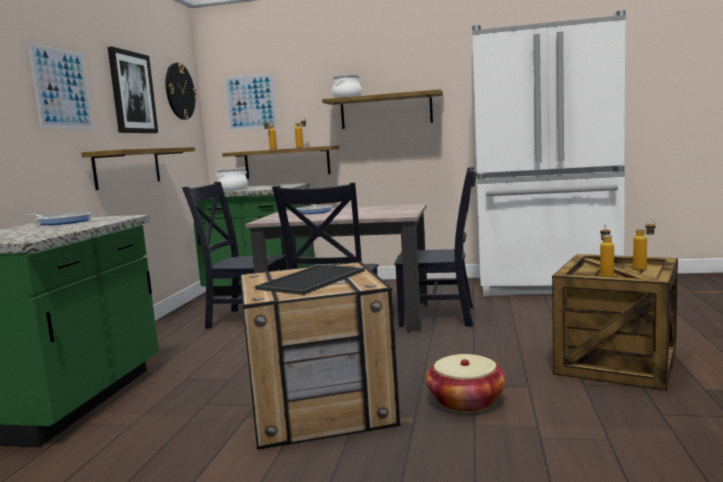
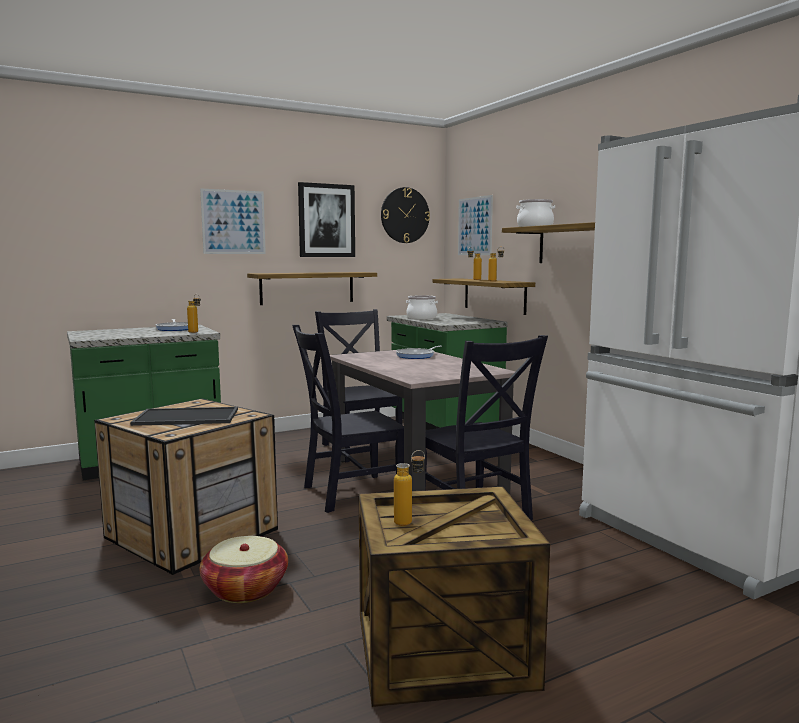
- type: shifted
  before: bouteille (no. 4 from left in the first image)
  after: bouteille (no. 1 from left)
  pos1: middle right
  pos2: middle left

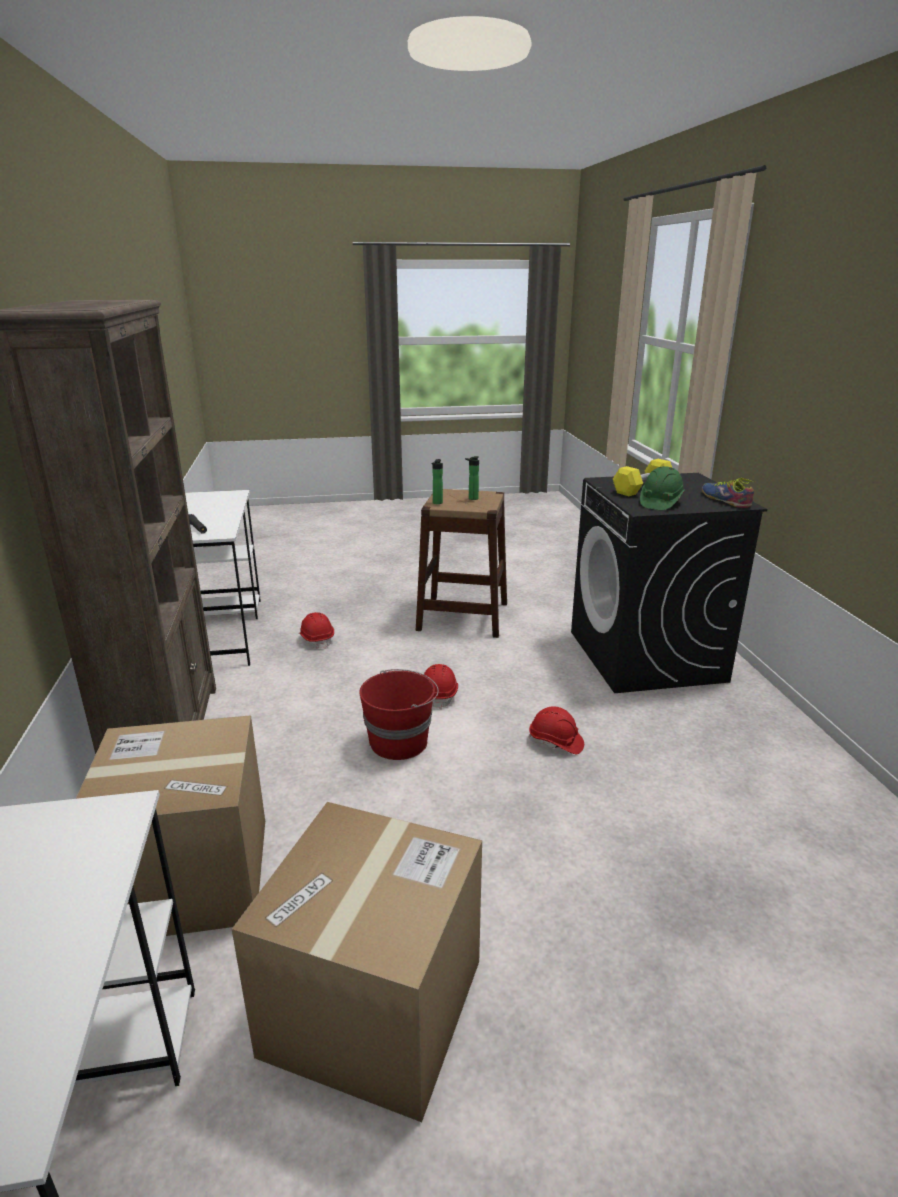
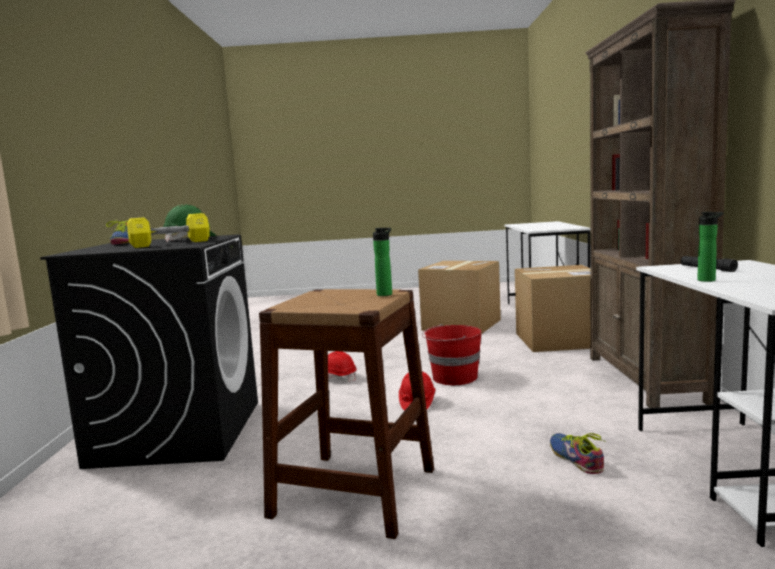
- type: swapped
  before: casque de chantier [rouge] (no. 1 from left)
  after: chaussure (no. 2 from left)
  pos1: centre
  pos2: bottom right
- type: shifted
  before: bouteille (no. 2 from left)
  pos1: centre
  pos2: middle right

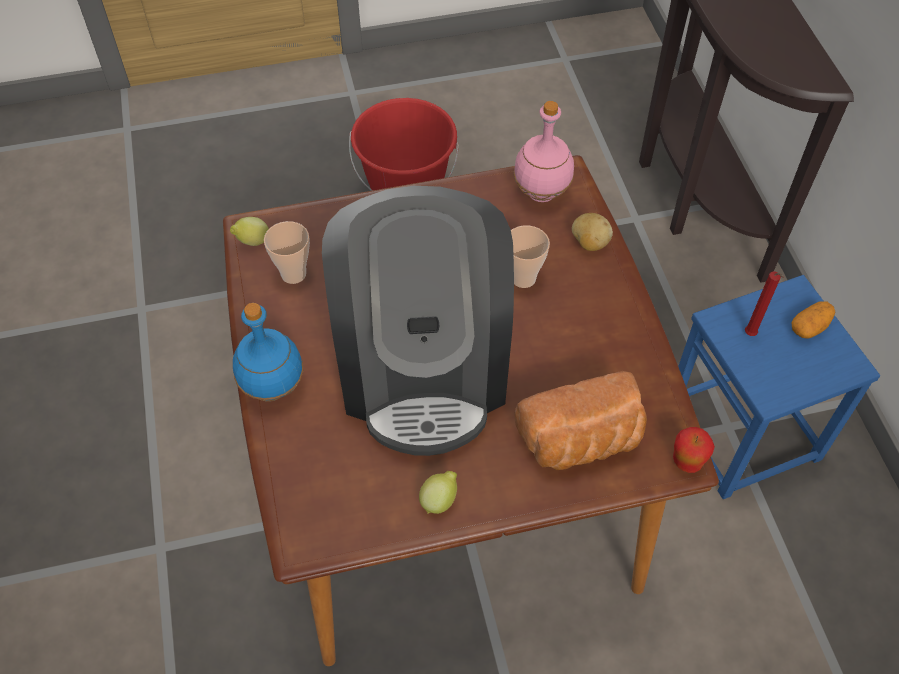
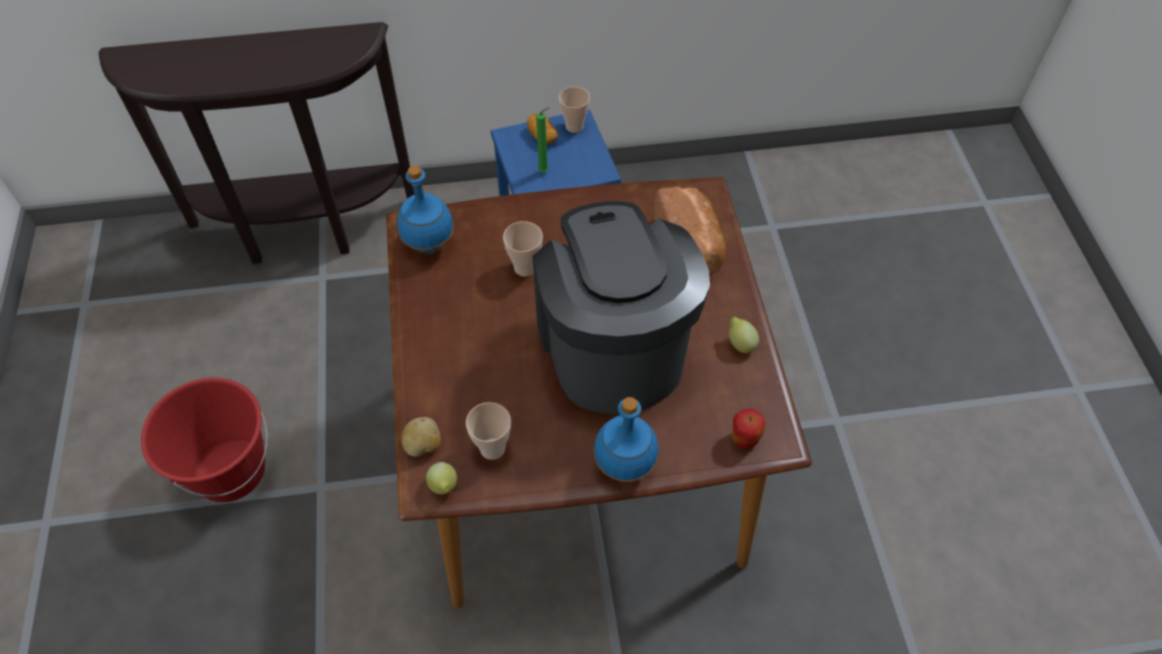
- type: rotated
  before: machine à café
  pos1: centre
  pos2: centre
  turn: -105
- type: repainted
  before: bouteille [rose]
  after: bouteille [bleu] (no. 1 from left)
  pos1: top centre
  pos2: top centre
- type: shifted
  before: pomme de terre (no. 1 from left)
  pos1: centre
  pos2: bottom centre
- type: shifted
  before: pomme
  pos1: bottom right
  pos2: centre
- type: repainted
  before: bougie [rouge]
  after: bougie [vert]
  pos1: middle right
  pos2: top centre
- type: new
  after: tasse (no. 3 from left)
  pos2: top centre

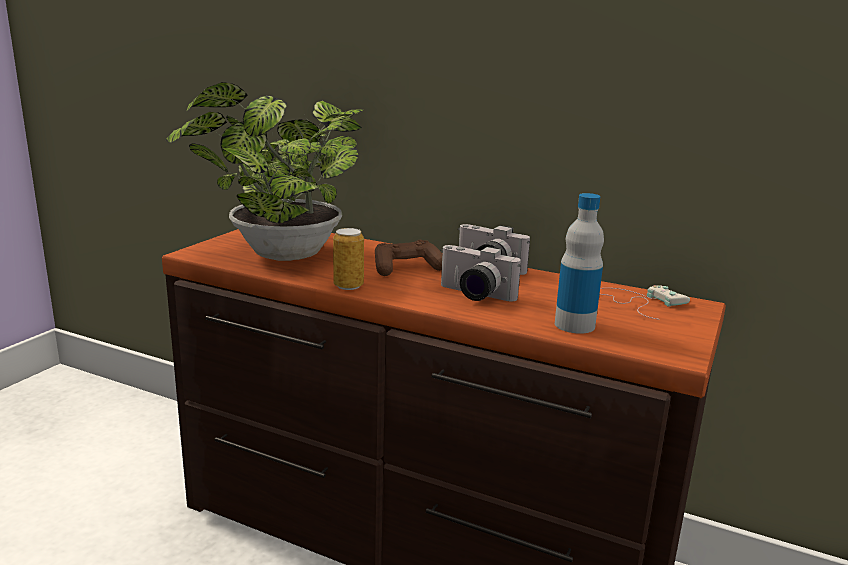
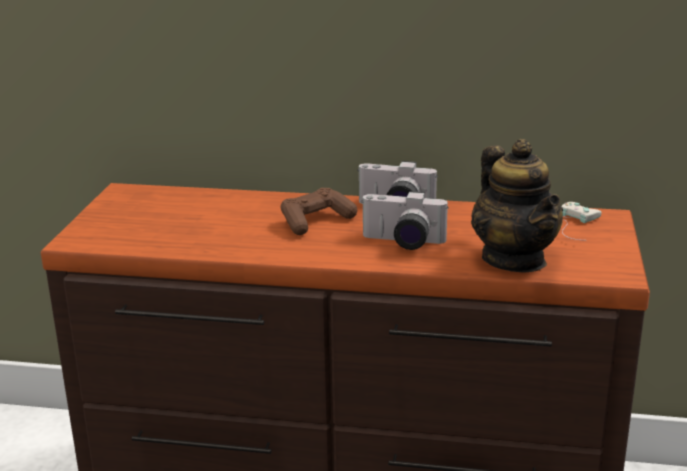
- type: gone
  before: plante en pot
  pos1: top left
- type: gone
  before: boîte métallique
  pos1: centre
- type: swapped
  before: bouteille
  after: théière
  pos1: middle right
  pos2: middle right

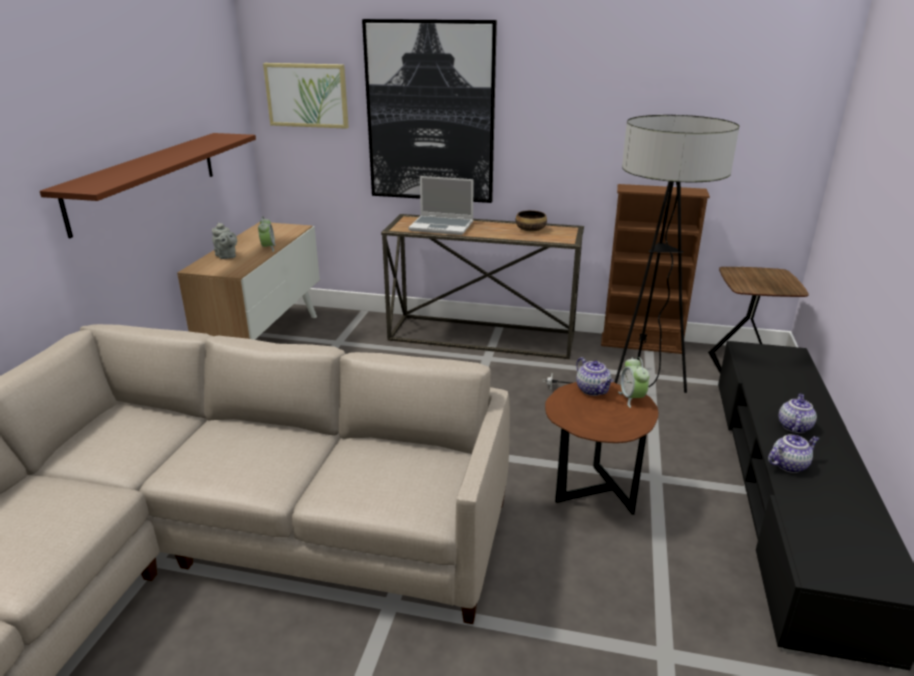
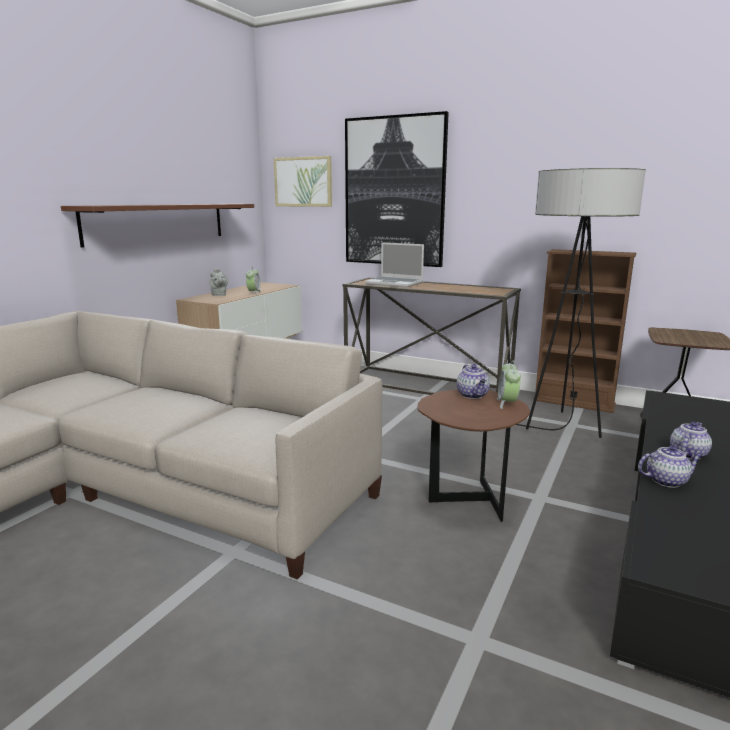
- type: gone
  before: bol
  pos1: top centre

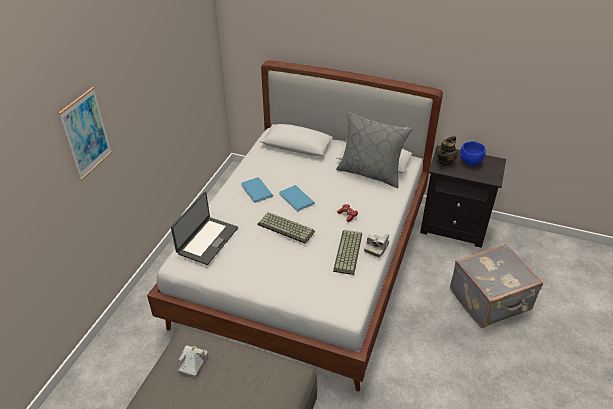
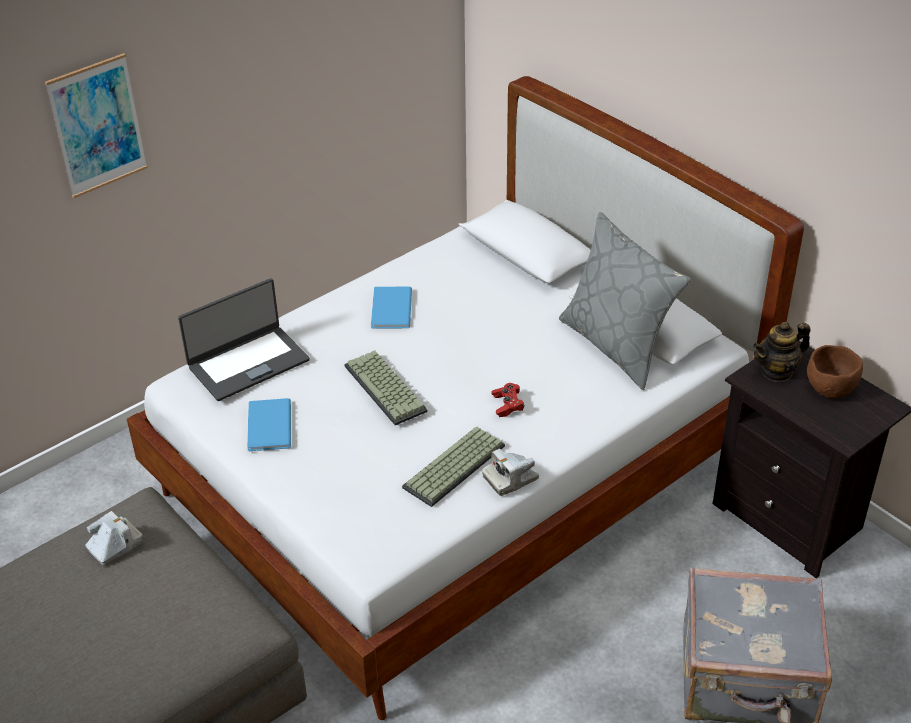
- type: shifted
  before: livre [bleu] (no. 2 from left in the first image)
  after: livre [bleu] (no. 1 from left)
  pos1: centre
  pos2: middle left
- type: repainted
  before: bol [bleu]
  after: bol [marron]
  pos1: middle right
  pos2: middle right

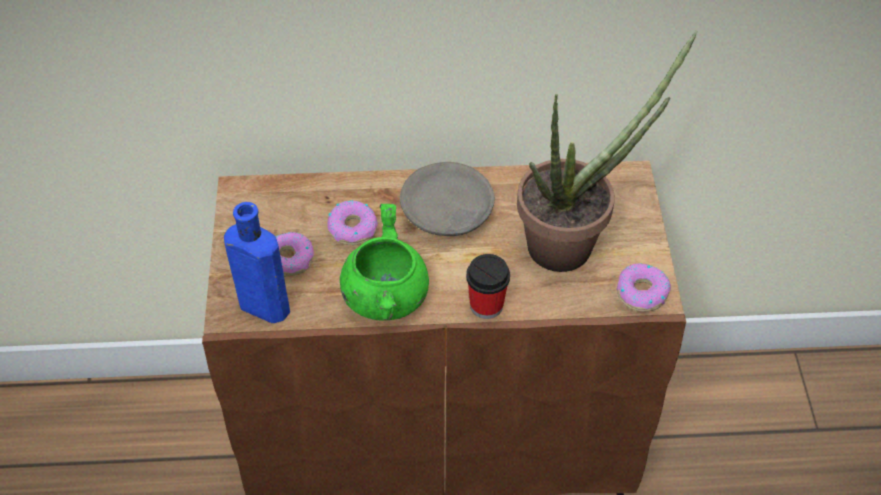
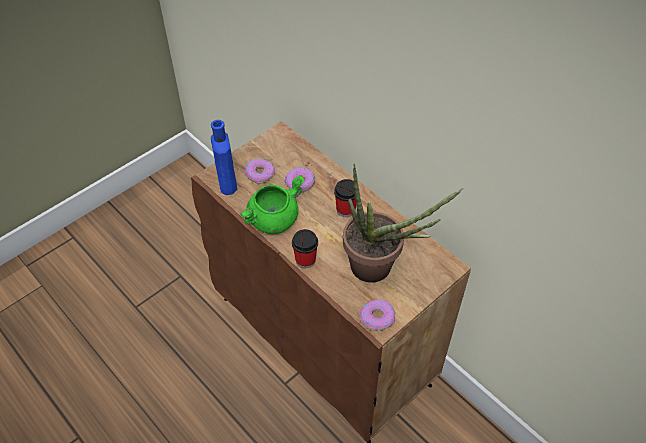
- type: swapped
  before: bol [gris]
  after: tasse (no. 2 from left)
  pos1: centre
  pos2: centre

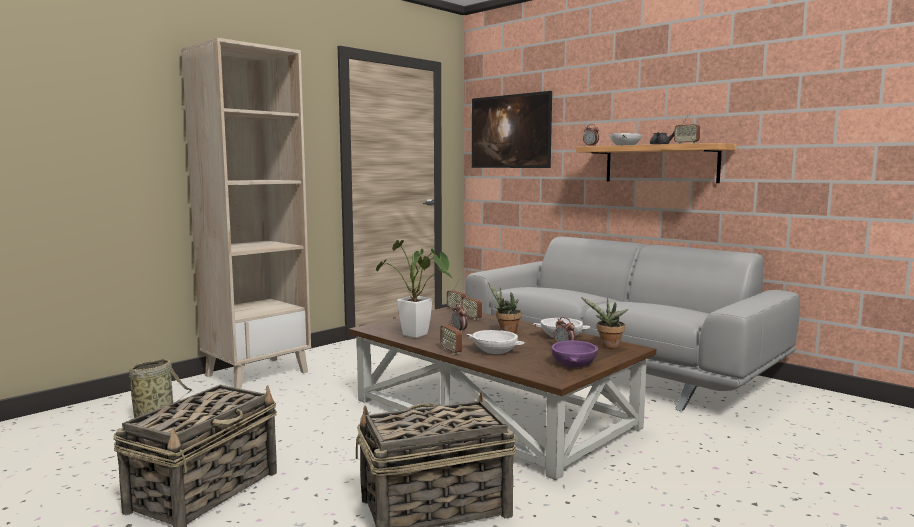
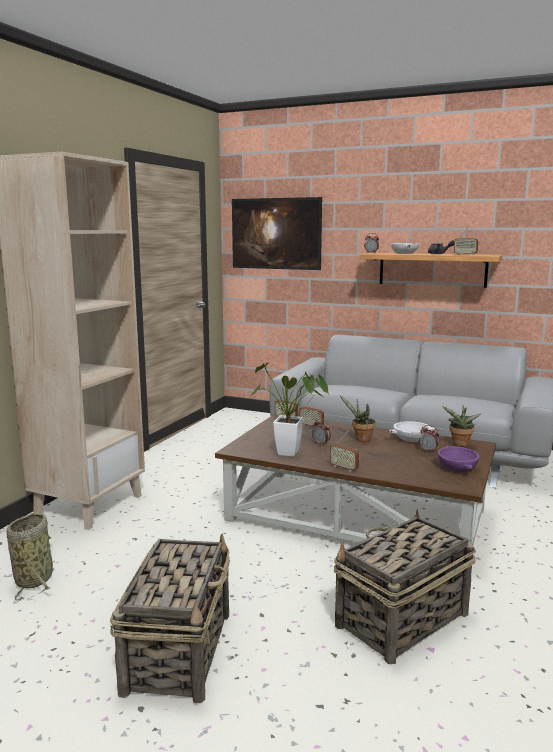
- type: gone
  before: bol [blanc] (no. 1 from left)
  pos1: centre

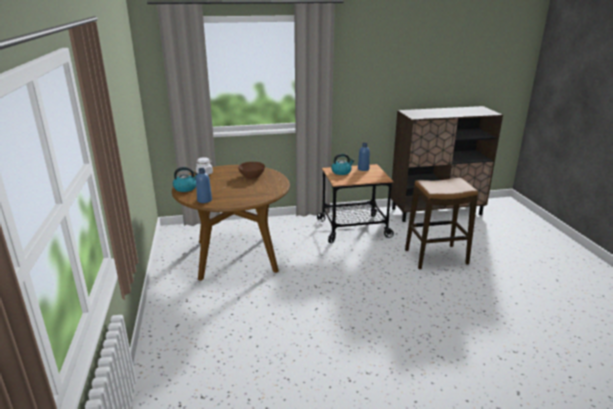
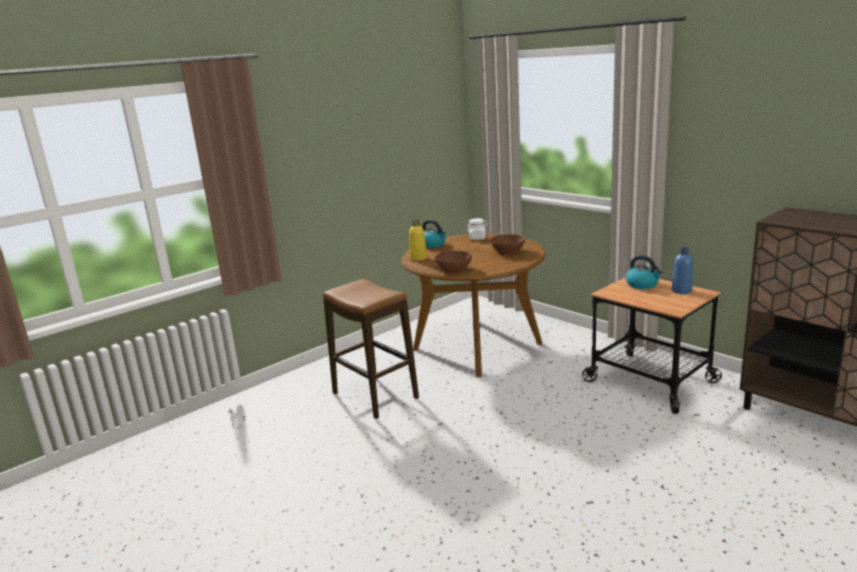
- type: repainted
  before: bouteille [bleu] (no. 1 from left)
  after: bouteille [jaune]
  pos1: middle left
  pos2: centre
- type: shifted
  before: tabouret
  pos1: middle right
  pos2: centre
- type: new
  after: bol [marron] (no. 1 from left)
  pos2: centre

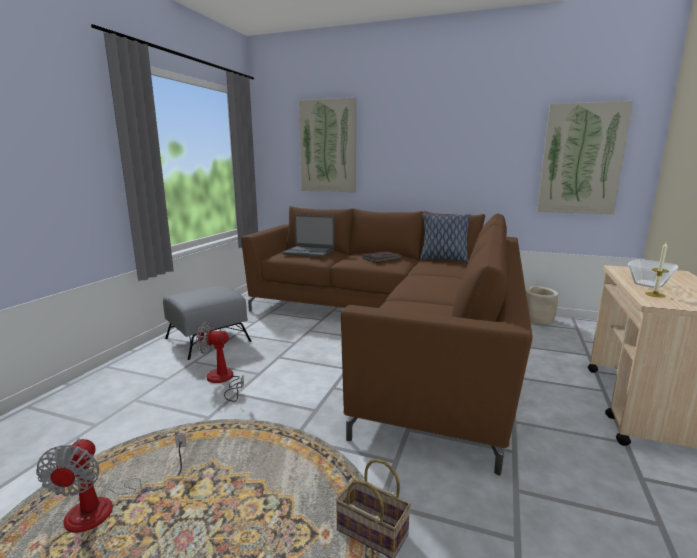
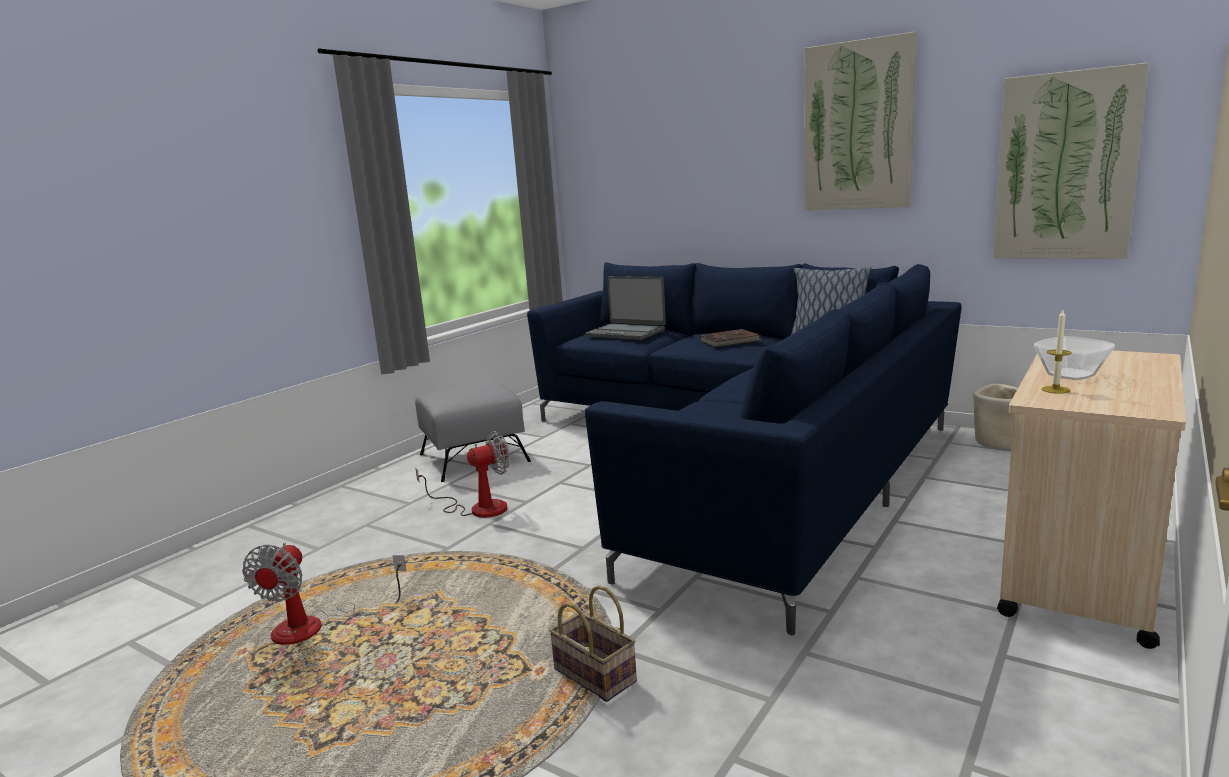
- type: rotated
  before: ventilateur (no. 2 from left)
  pos1: middle left
  pos2: centre
  turn: 135
- type: repainted
  before: canapé [marron]
  after: canapé [bleu]
  pos1: centre
  pos2: centre
- type: shifted
  before: tableau (no. 1 from left)
  pos1: top centre
  pos2: top right

